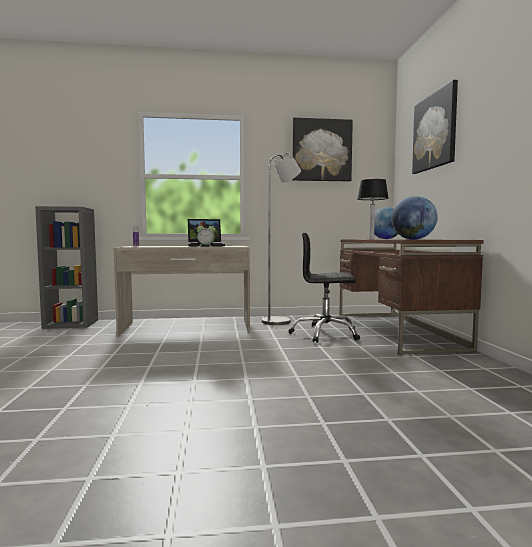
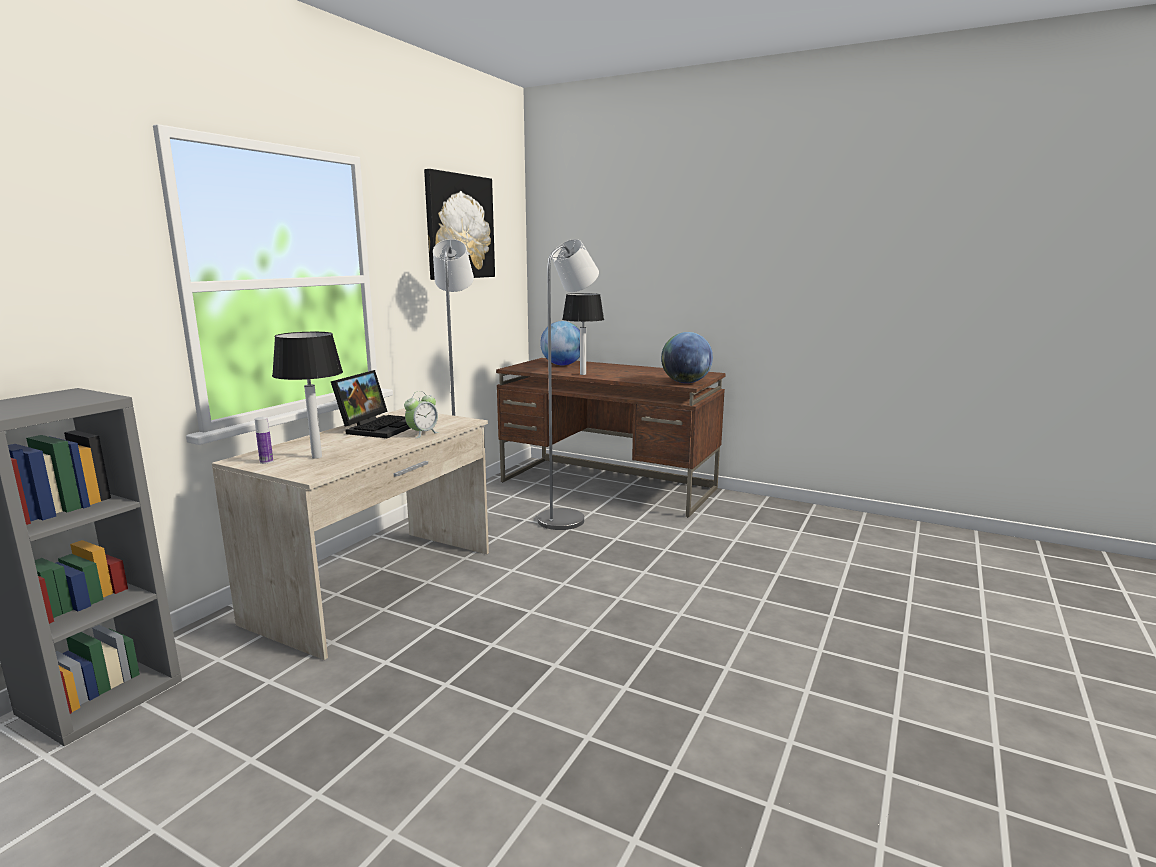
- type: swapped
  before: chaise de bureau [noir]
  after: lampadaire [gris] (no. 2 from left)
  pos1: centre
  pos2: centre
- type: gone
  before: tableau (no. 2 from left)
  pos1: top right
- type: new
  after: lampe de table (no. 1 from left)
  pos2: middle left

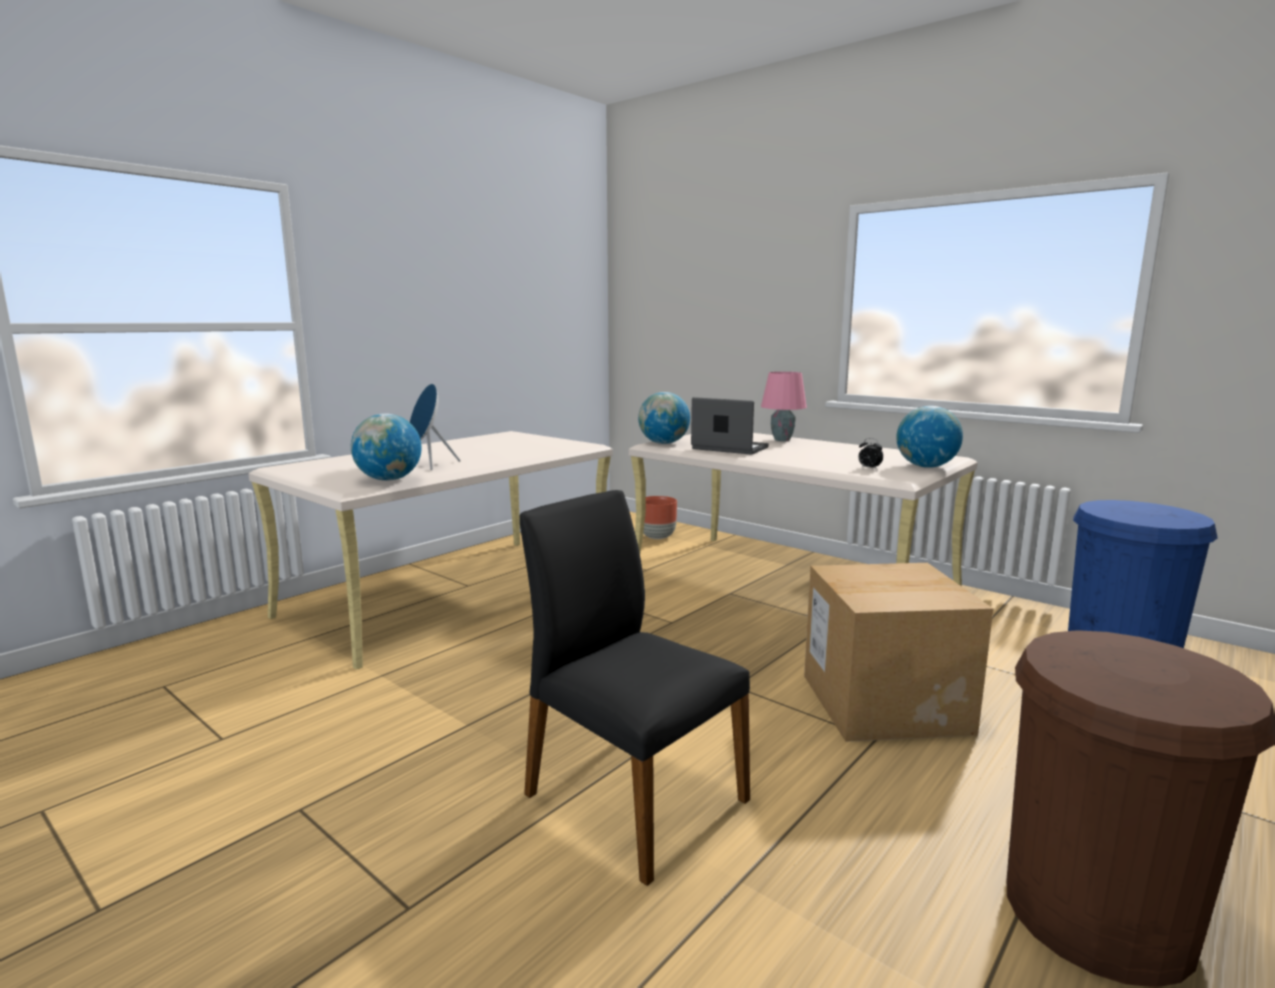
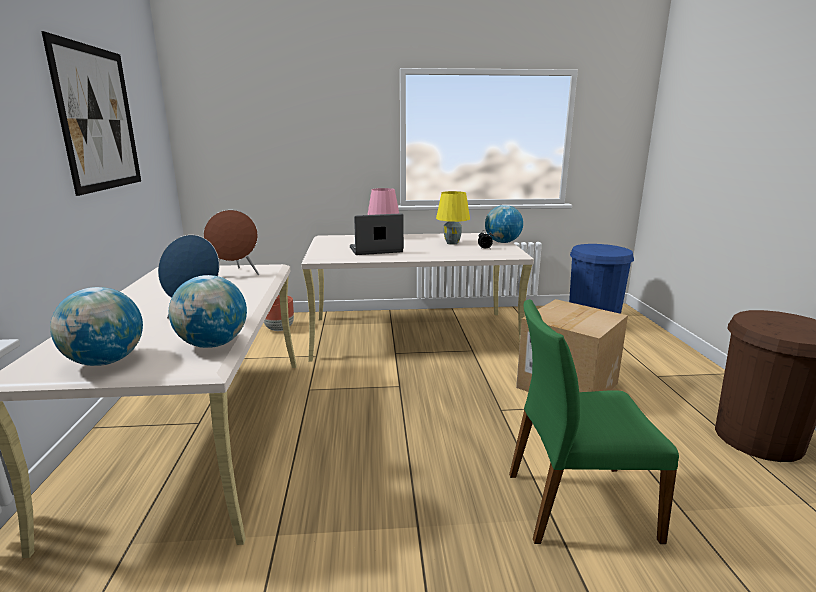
- type: repainted
  before: chaise [noir]
  after: chaise [vert]
  pos1: bottom centre
  pos2: bottom right
- type: shifted
  before: globe (no. 2 from left in the first image)
  after: globe (no. 1 from left)
  pos1: centre
  pos2: middle left
- type: new
  after: tableau
  pos2: top left
- type: new
  after: enceinte [marron]
  pos2: middle left
- type: new
  after: lampe de table [jaune]
  pos2: centre

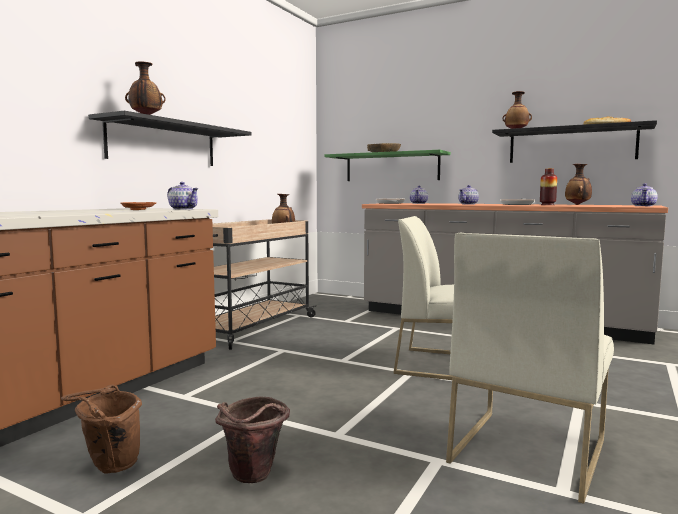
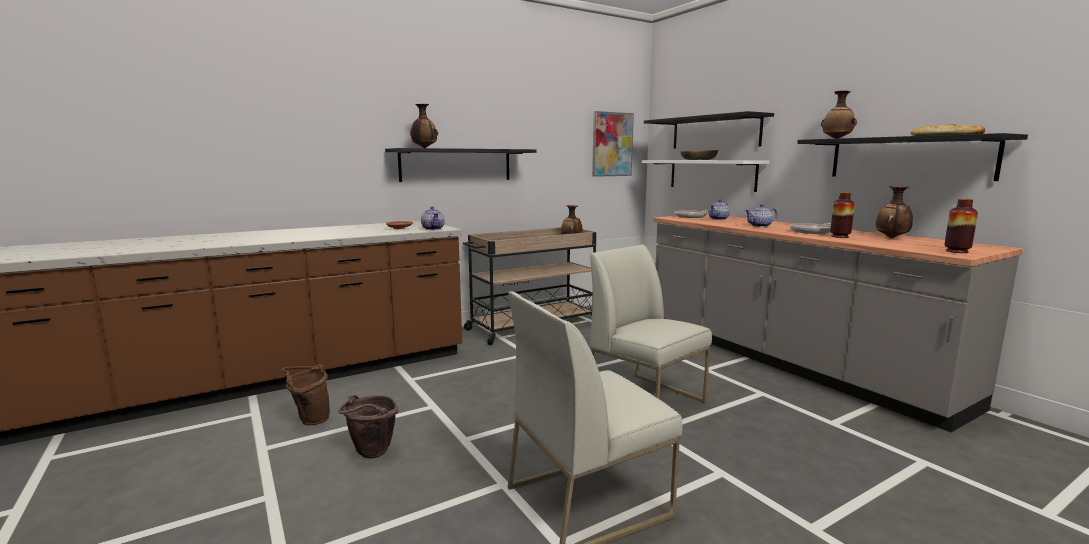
- type: repainted
  before: étagère [vert]
  after: étagère [blanc]
  pos1: top centre
  pos2: top centre
- type: swapped
  before: théière (no. 4 from left)
  after: vase (no. 6 from left)
  pos1: middle right
  pos2: middle right
- type: new
  after: tableau
  pos2: top centre
- type: new
  after: étagère [noir] (no. 2 from left)
  pos2: top centre

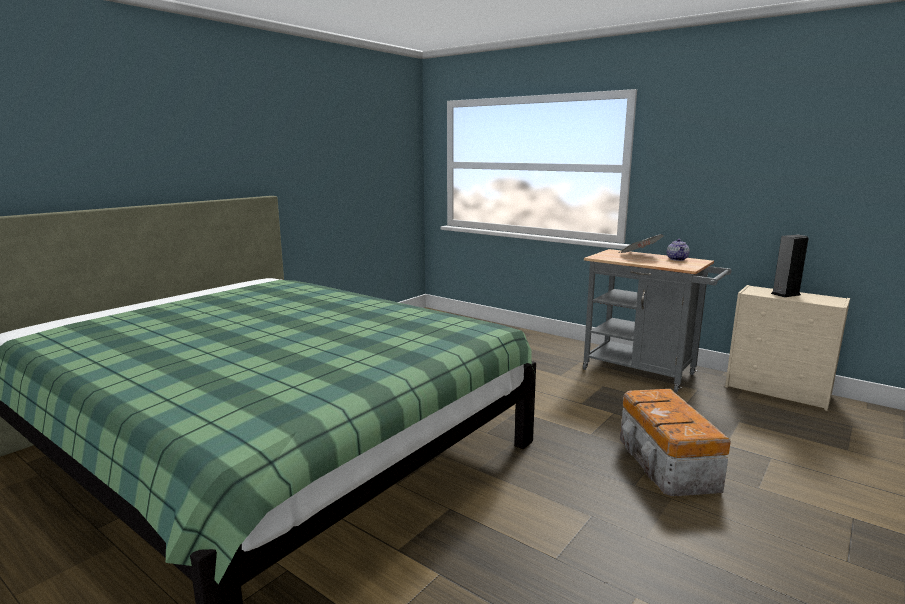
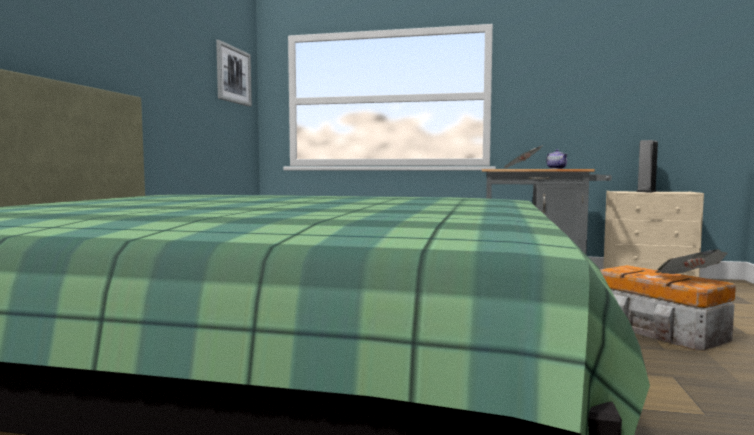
- type: new
  after: tableau
  pos2: top left
- type: new
  after: journal (no. 2 from left)
  pos2: middle right

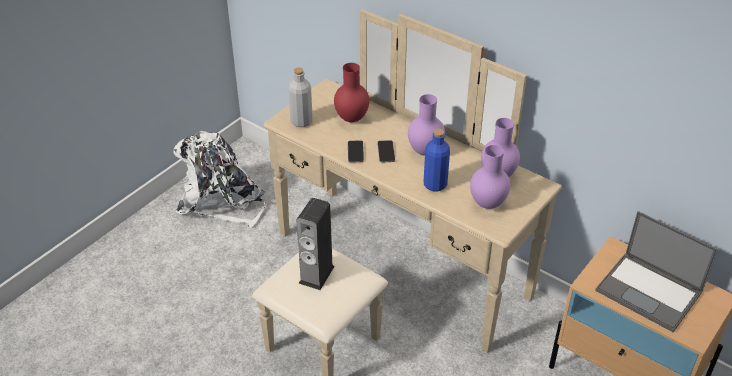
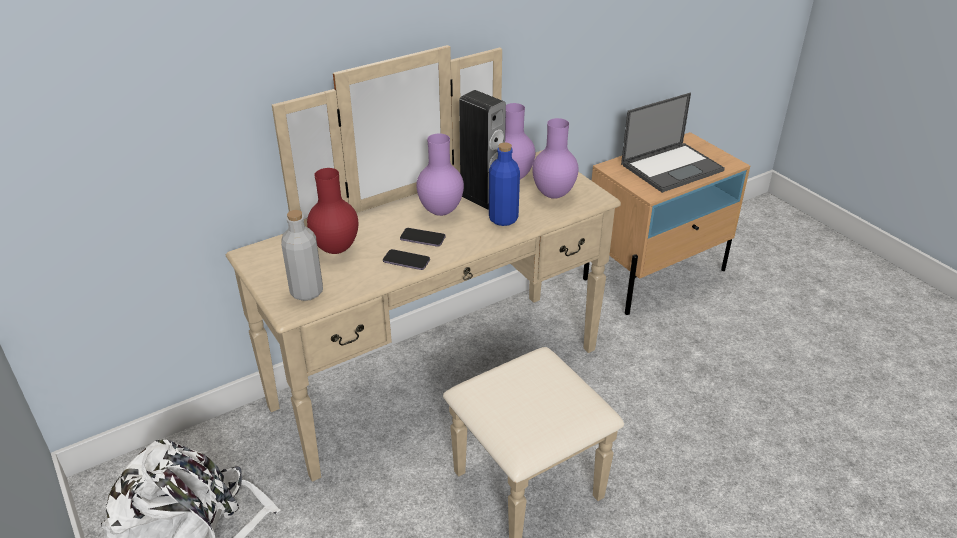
- type: shifted
  before: enceinte
  pos1: centre
  pos2: top centre

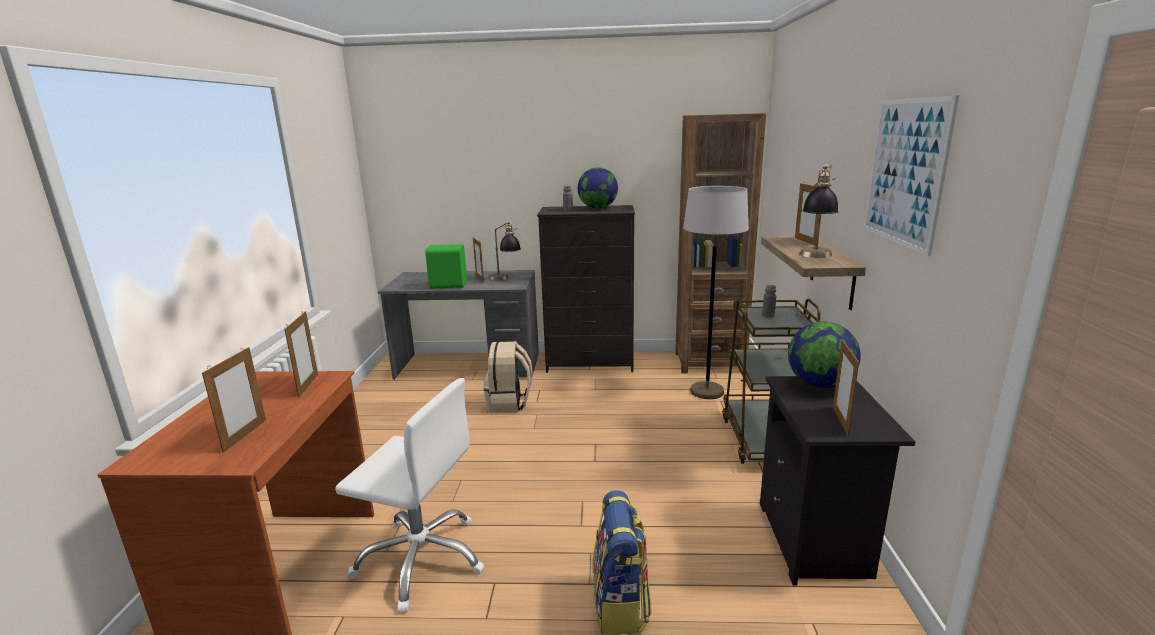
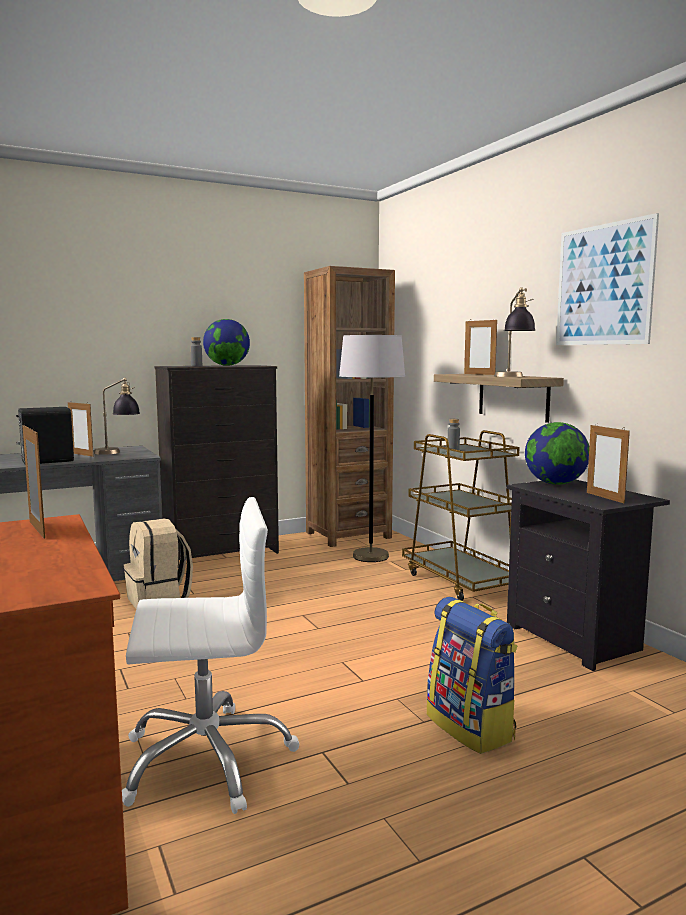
- type: gone
  before: cadre photo (no. 1 from left)
  pos1: middle left
- type: repainted
  before: enceinte [vert]
  after: enceinte [noir]
  pos1: centre
  pos2: middle left

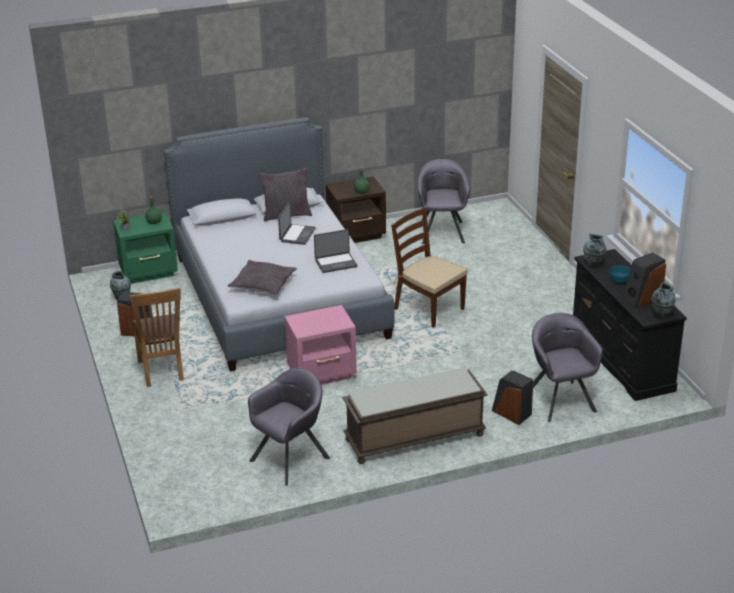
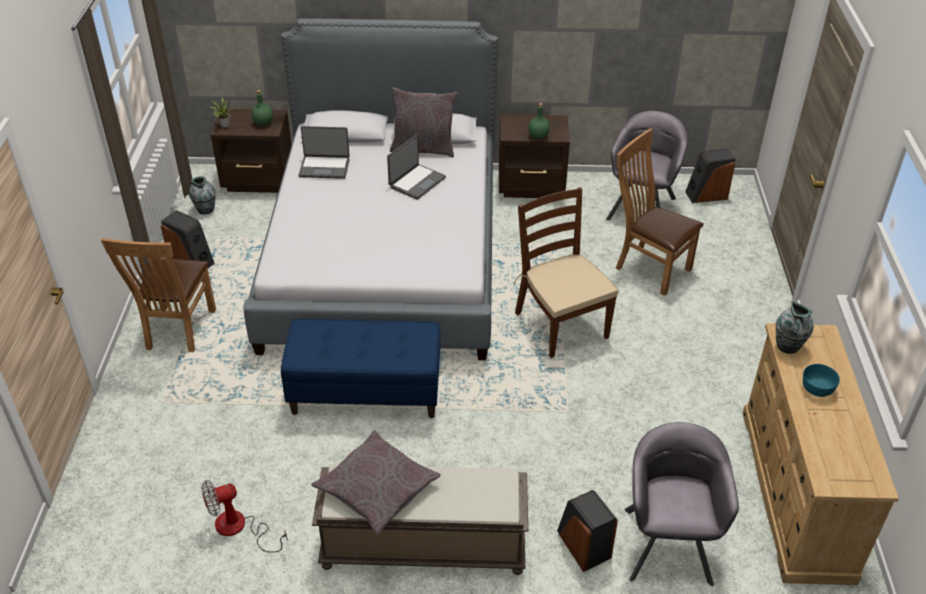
- type: repainted
  before: table de chevet [vert]
  after: table de chevet [marron] (no. 1 from left)
  pos1: middle left
  pos2: top left
- type: shifted
  before: coussin [gris] (no. 1 from left)
  pos1: centre
  pos2: bottom centre
- type: swapped
  before: fauteuil [gris] (no. 1 from left)
  after: ventilateur
  pos1: bottom centre
  pos2: bottom left
- type: swapped
  before: table de chevet [rose]
  after: banc [bleu]
  pos1: centre
  pos2: centre
- type: shifted
  before: ordinateur portable (no. 2 from left in the first image)
  after: ordinateur portable (no. 1 from left)
  pos1: centre
  pos2: top centre
- type: repainted
  before: commode [noir]
  after: commode [beige]
  pos1: middle right
  pos2: bottom right
- type: shifted
  before: enceinte (no. 3 from left)
  pos1: middle right
  pos2: top right
- type: gone
  before: vase (no. 3 from left)
  pos1: middle right
- type: new
  after: chaise [marron] (no. 3 from left)
  pos2: middle right

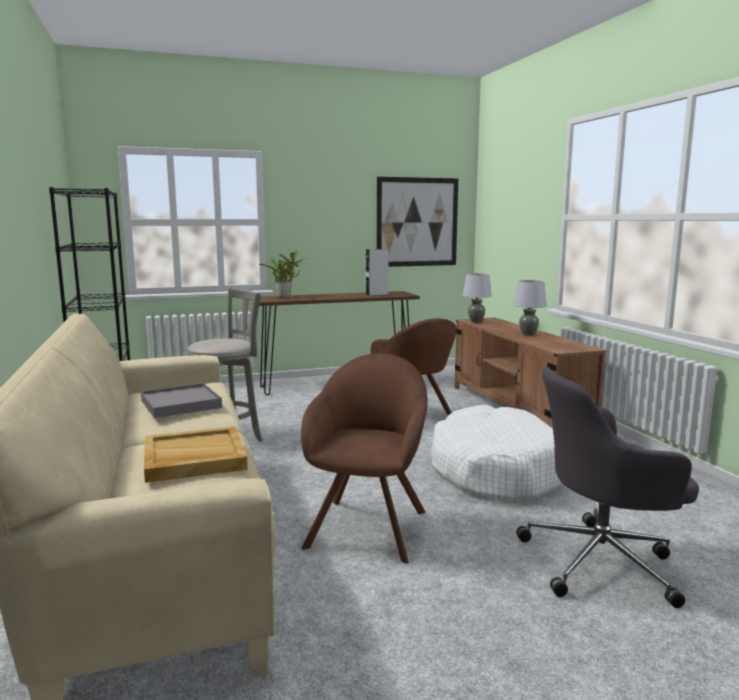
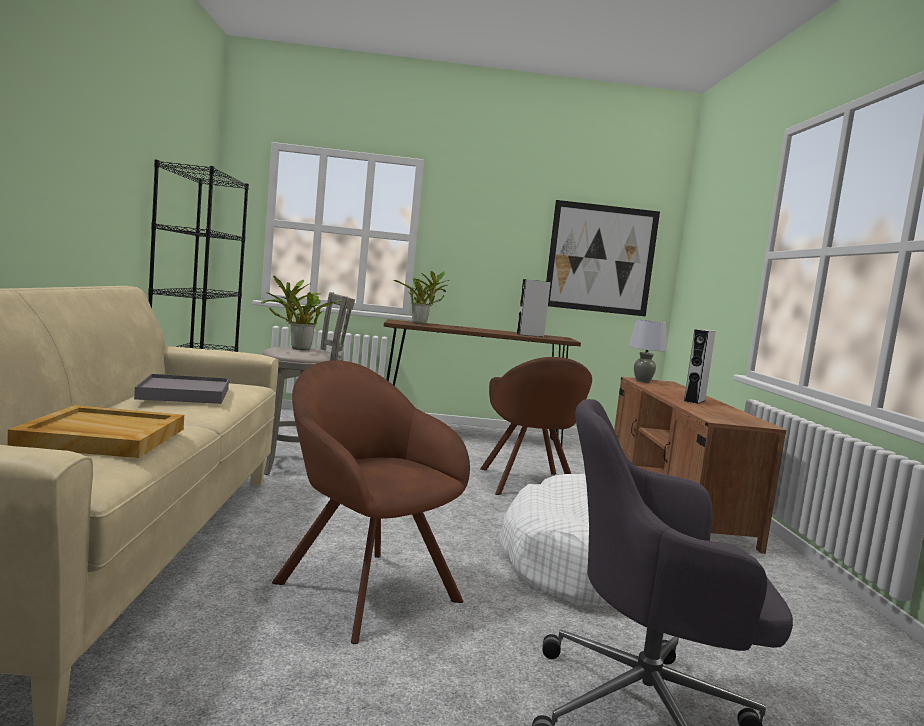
- type: rotated
  before: fauteuil [marron] (no. 1 from left)
  pos1: centre
  pos2: bottom centre
  turn: -75
- type: swapped
  before: lampe de table [gris] (no. 2 from left)
  after: enceinte [gris] (no. 2 from left)
  pos1: middle right
  pos2: middle right
- type: new
  after: plante en pot (no. 1 from left)
  pos2: middle left

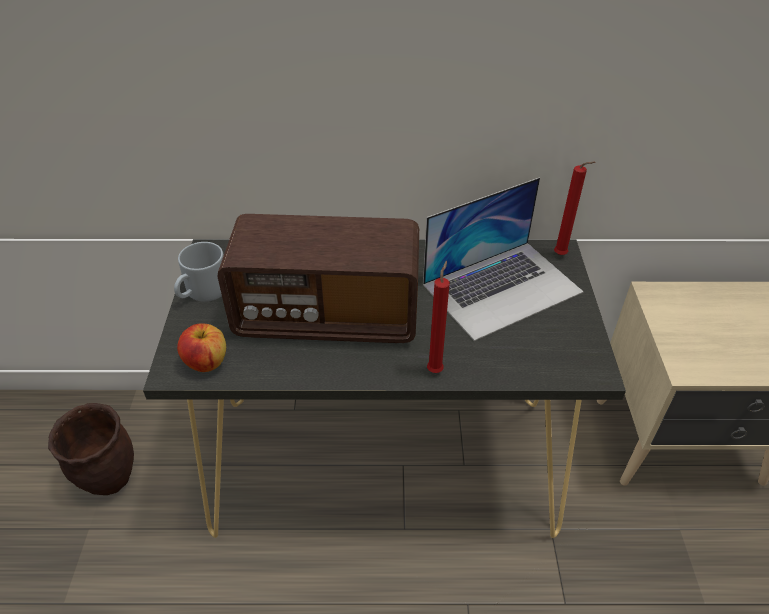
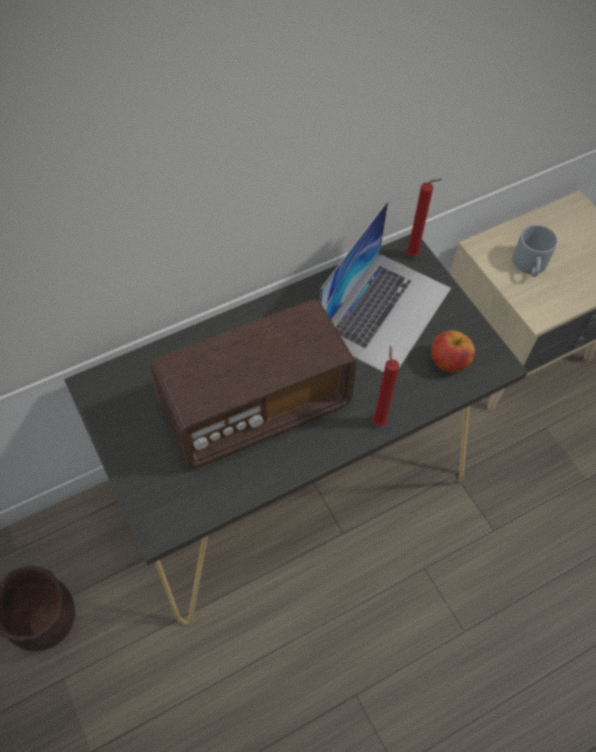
- type: shifted
  before: mug [gris]
  pos1: middle left
  pos2: middle right
- type: shifted
  before: pomme
  pos1: middle left
  pos2: middle right

